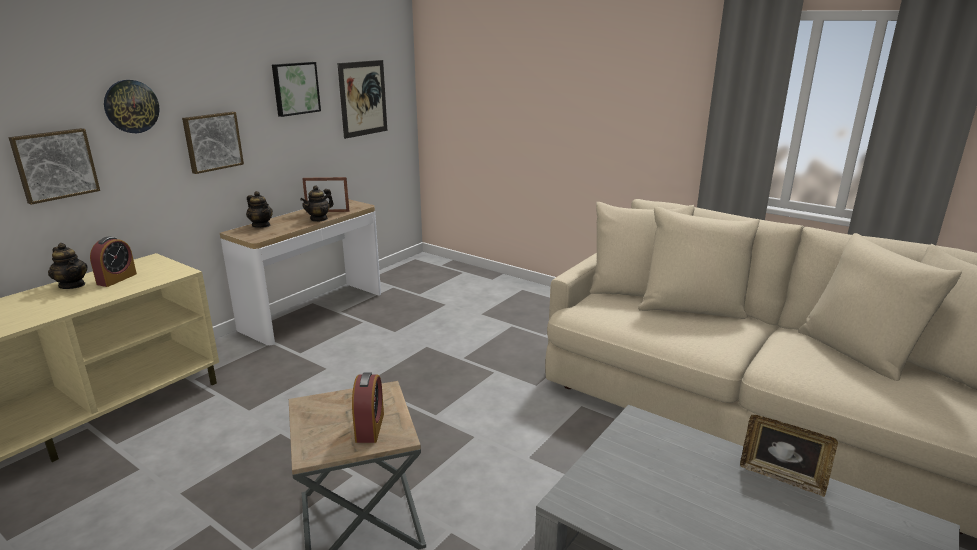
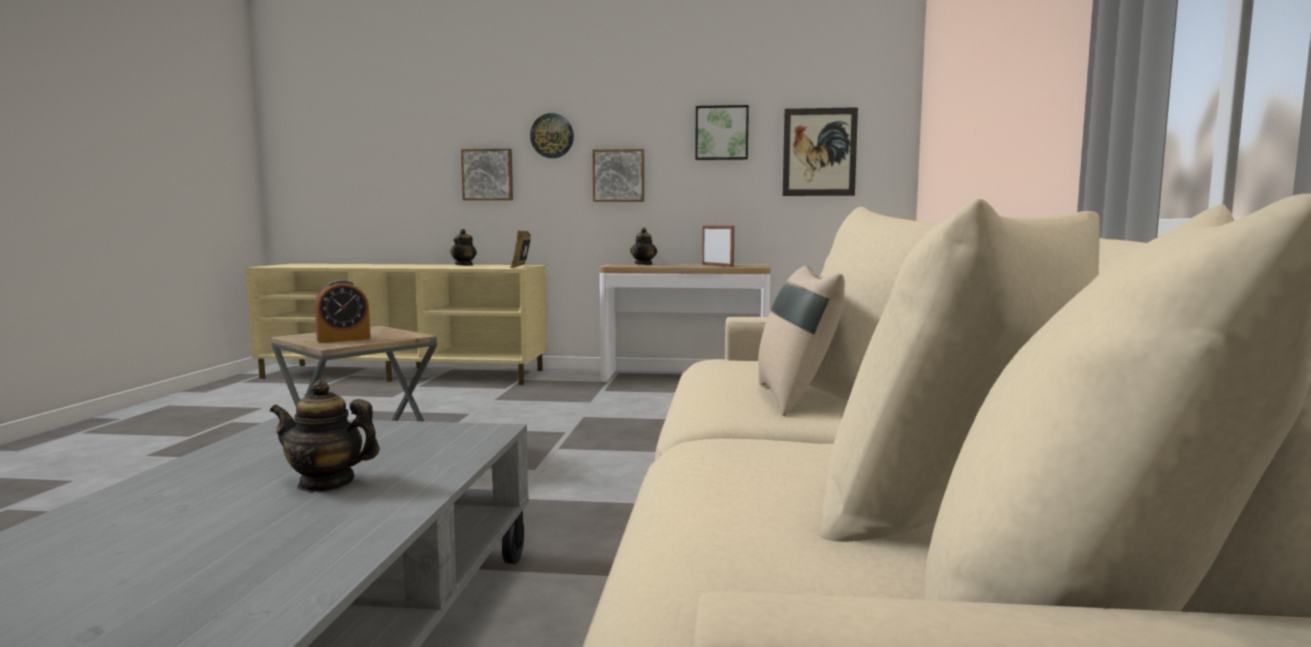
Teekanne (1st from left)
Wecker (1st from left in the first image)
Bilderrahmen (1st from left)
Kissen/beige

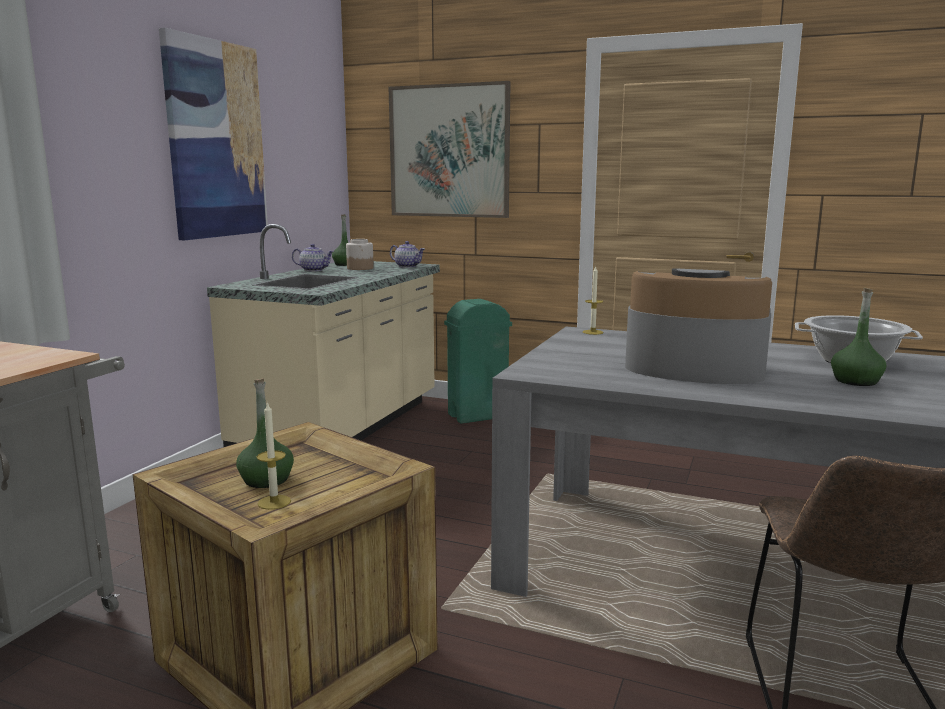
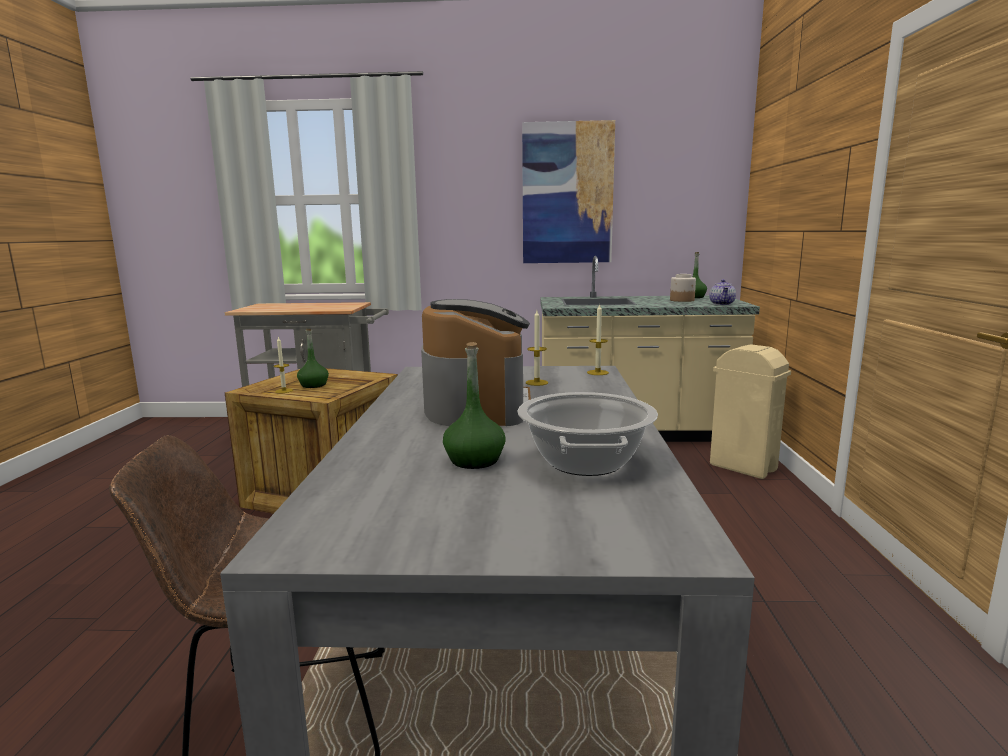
Bild (2nd from left in the first image)
Teekanne (1st from left in the first image)
Mülleimer/beige
Kerze (2nd from left)

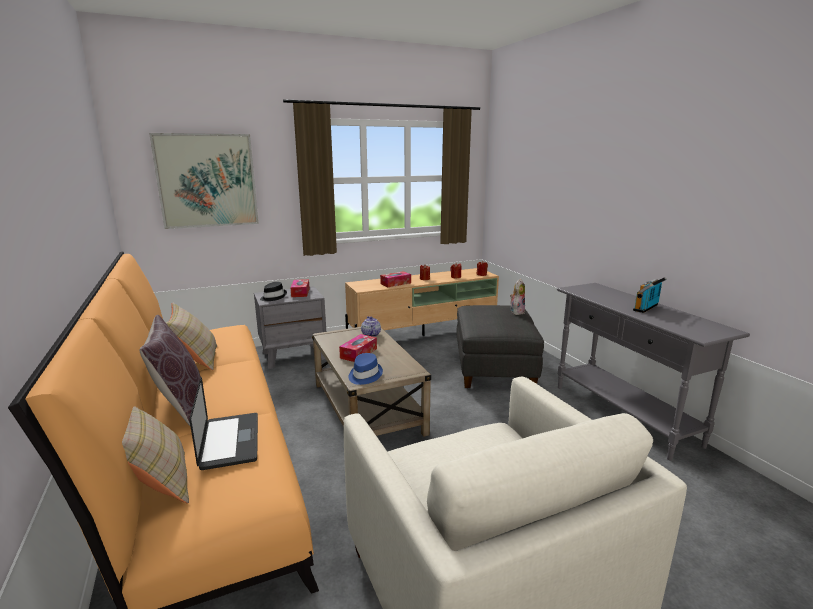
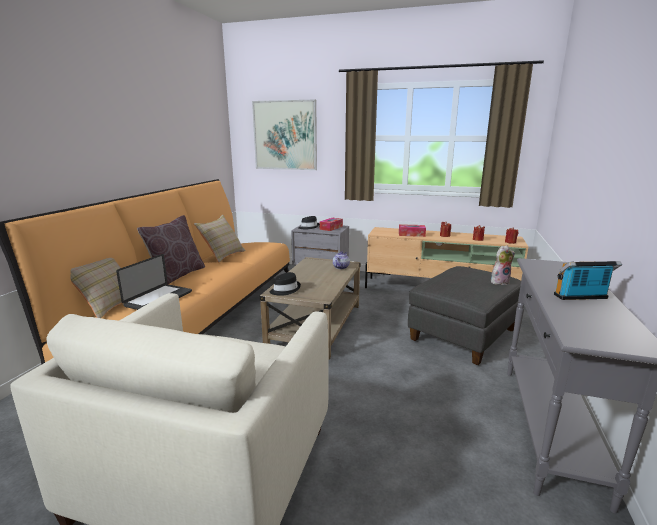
Taschentuchbox (2nd from left in the first image)
Hut/schwarz (1st from left)

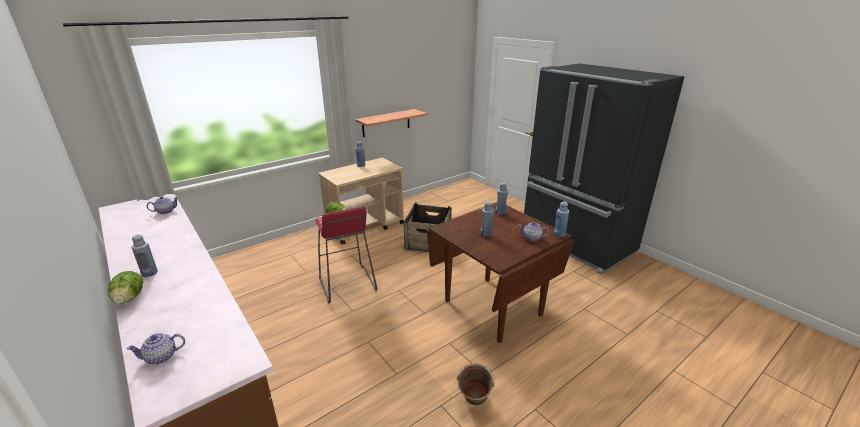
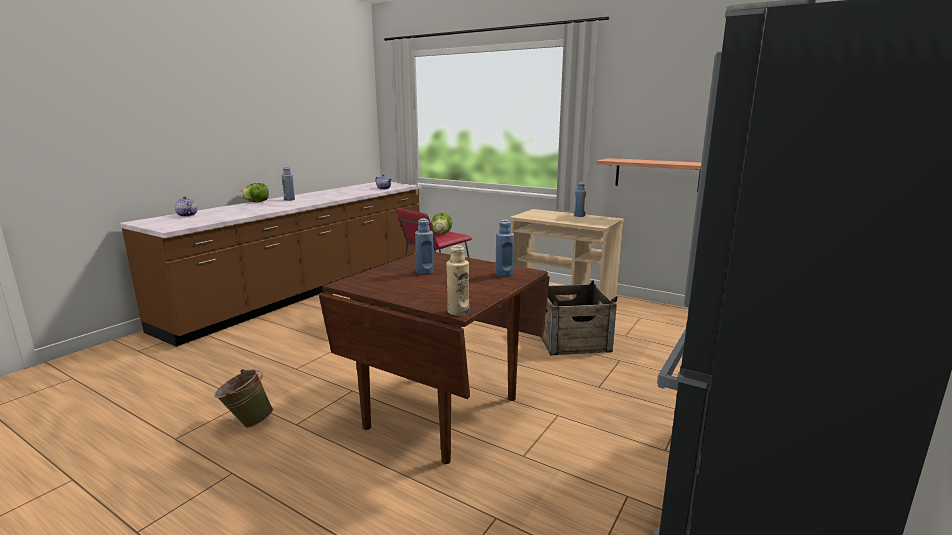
Flasche/beige
Teekanne (3rd from left in the first image)

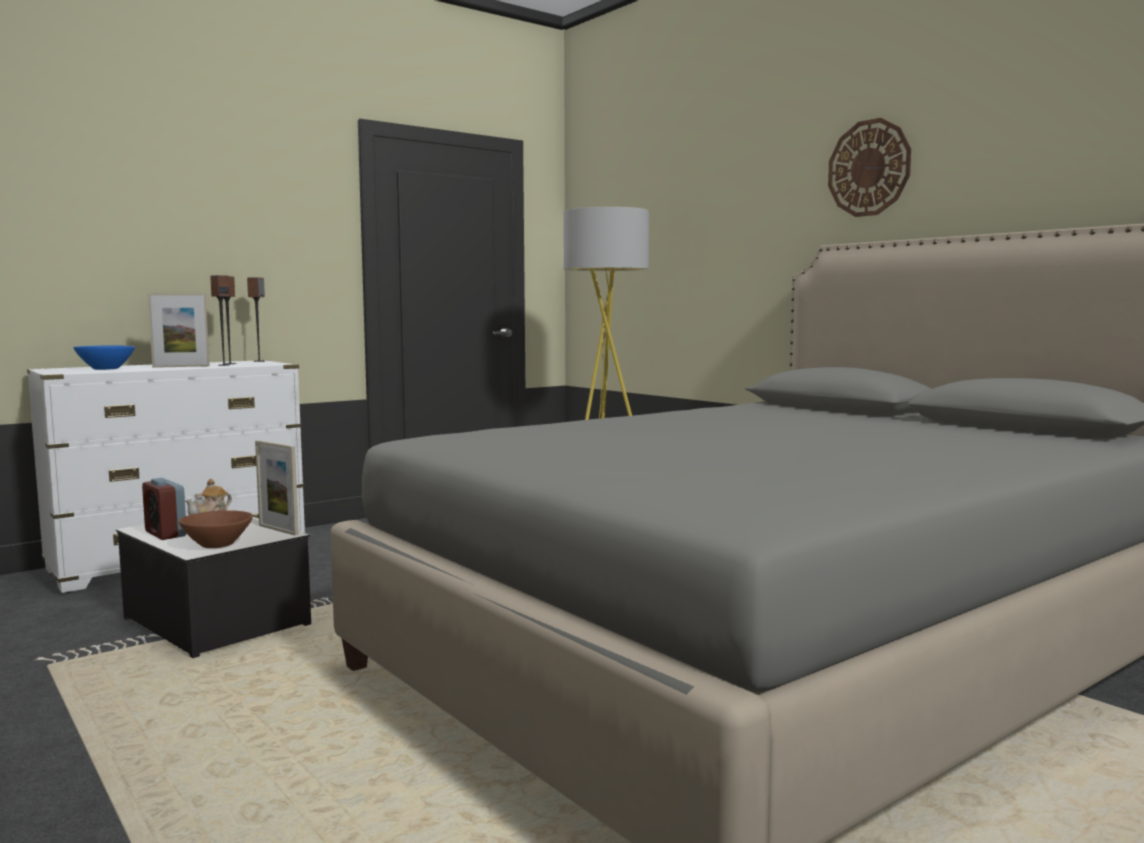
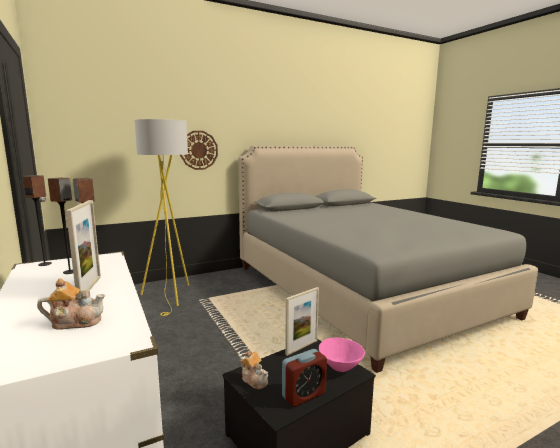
Wanduhr
Teekanne (1st from left)
Schüssel/rosa

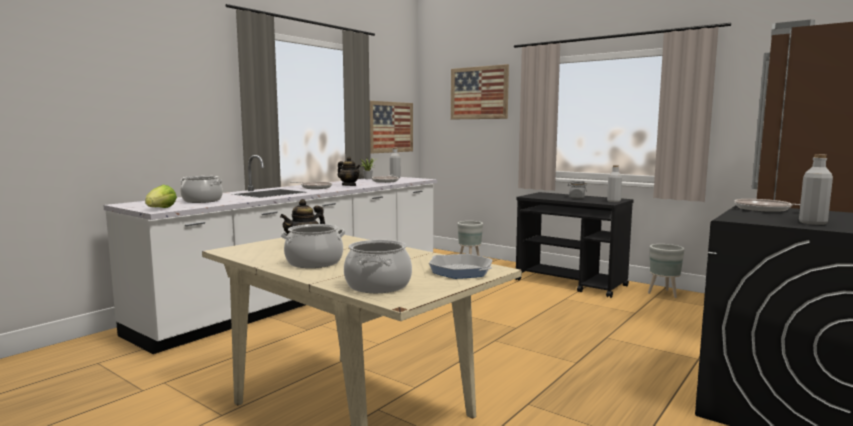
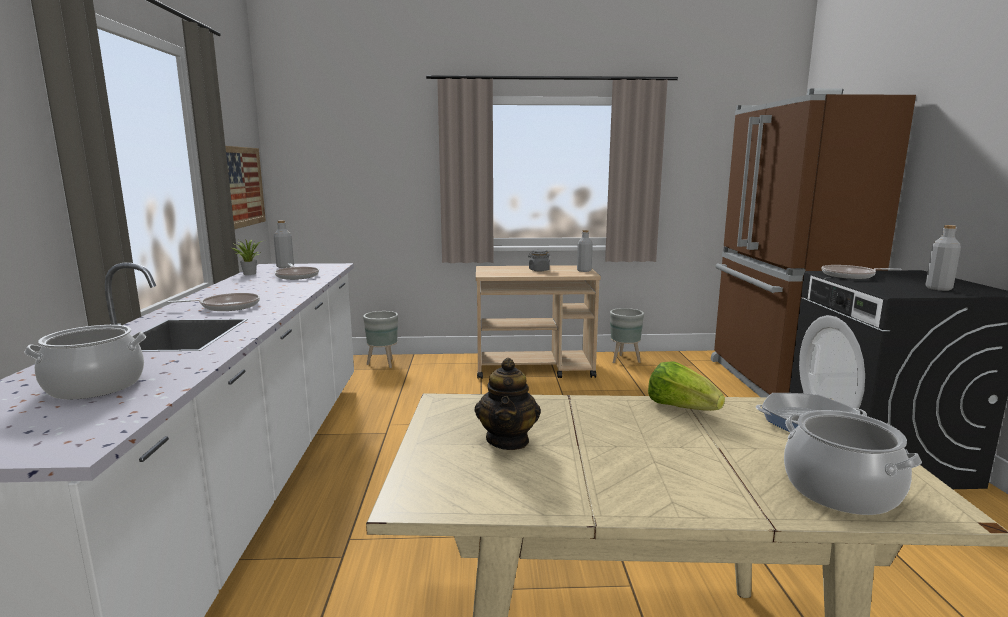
Bild (2nd from left in the first image)
Teekanne (2nd from left in the first image)
Salatkopf
Rollwagen/beige
Kochtopf (2nd from left in the first image)

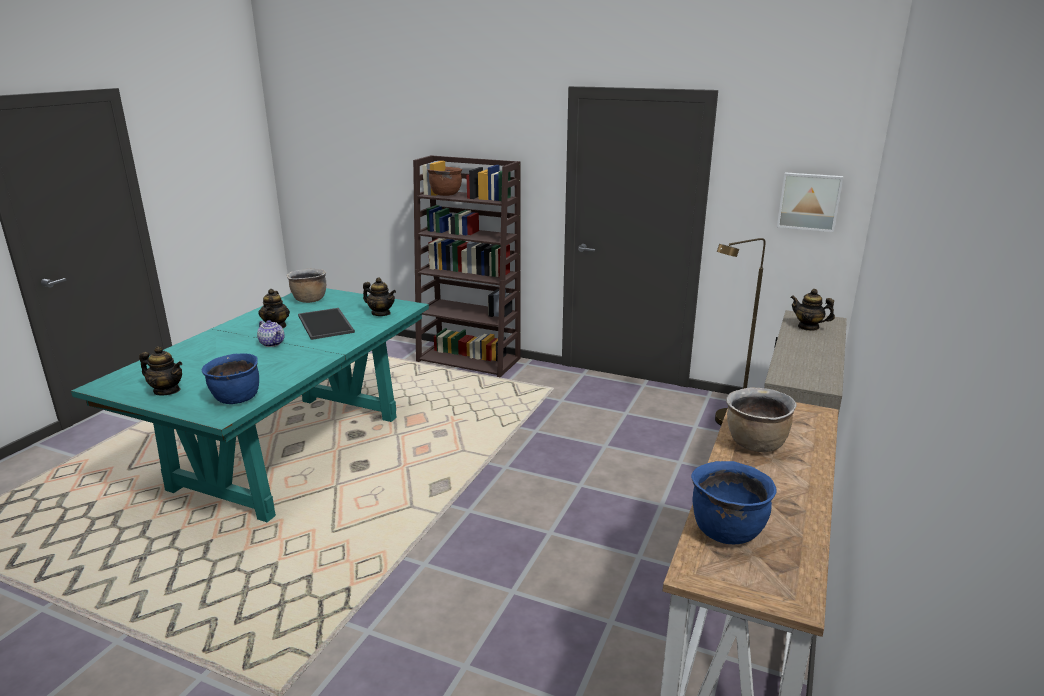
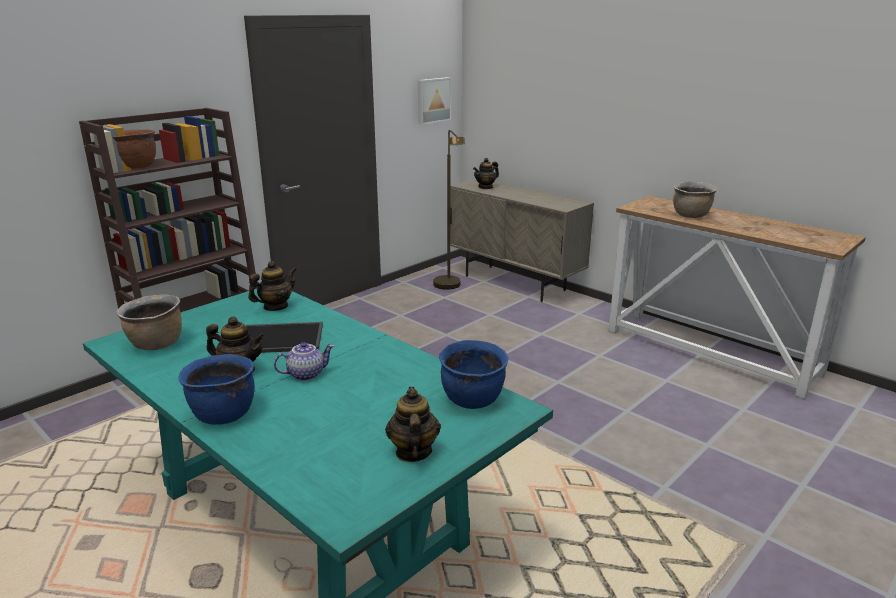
Teekanne (4th from left)
Kochtopf/blau (1st from left)

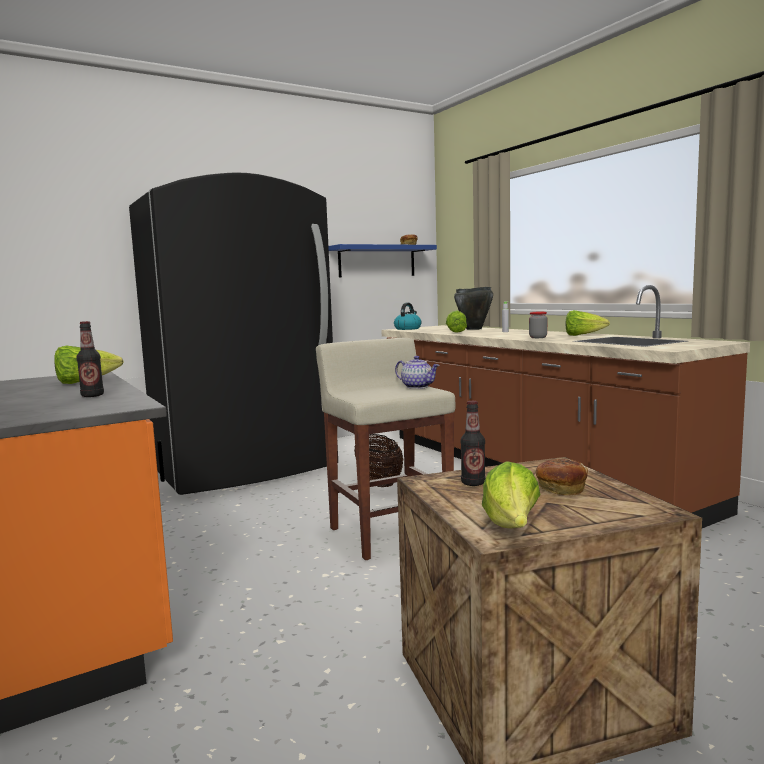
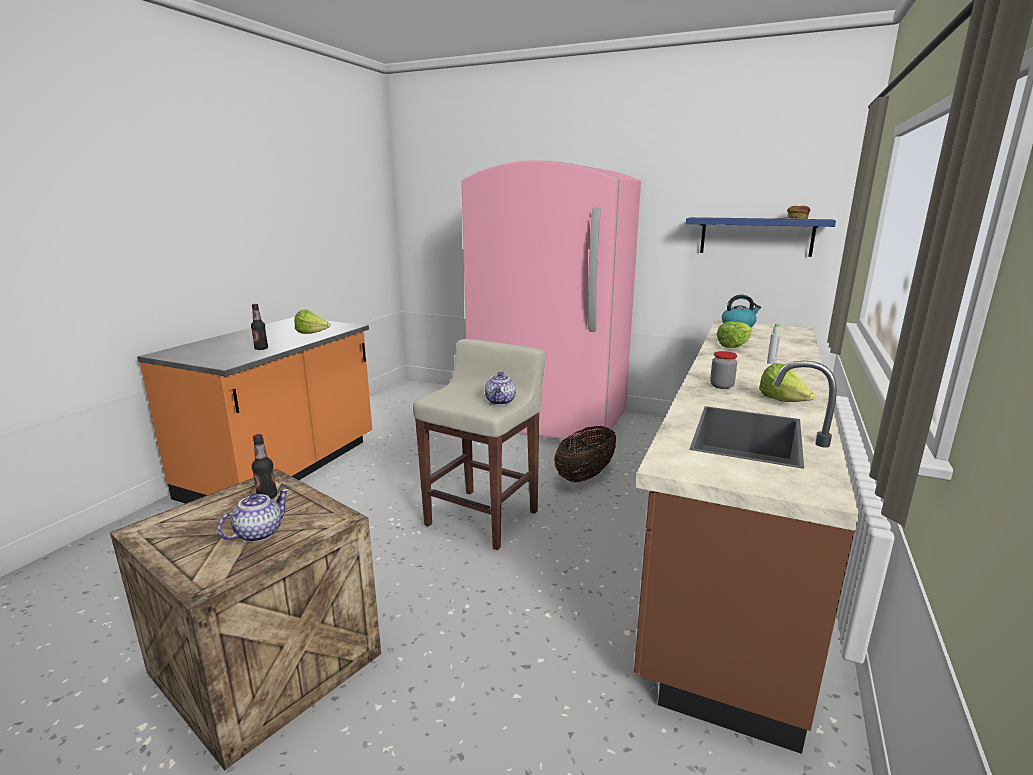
Kühlschrank/rosa
Kochtopf/schwarz
Teekanne (1st from left)
Salatkopf (3rd from left in the first image)

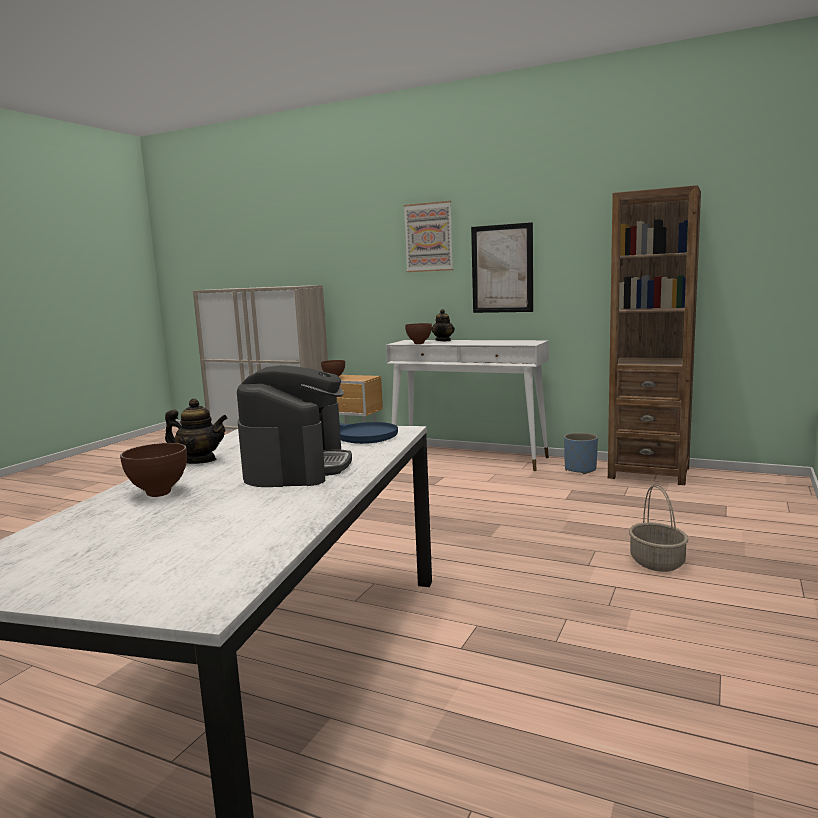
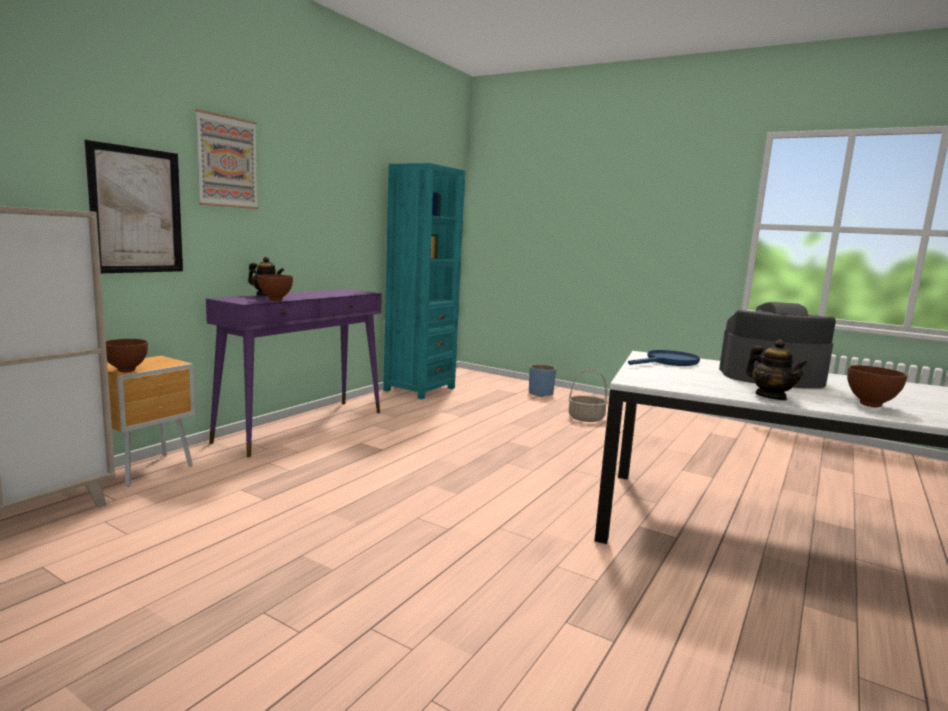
Bücherregal/türkis
Bild (1st from left)
Konsolentisch/lila
Teekanne (2nd from left)
Pflanzkübel/blau

